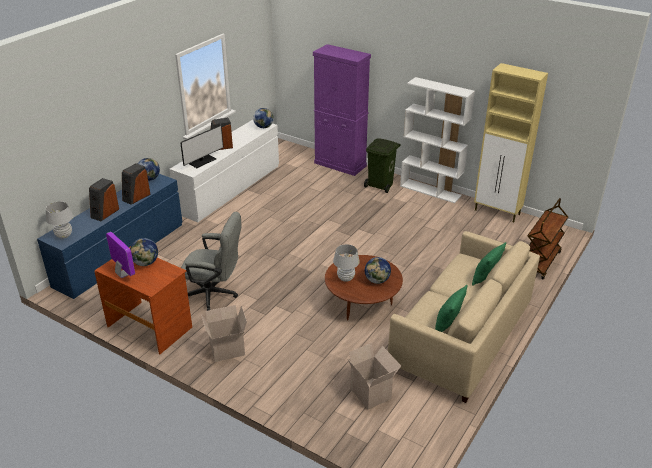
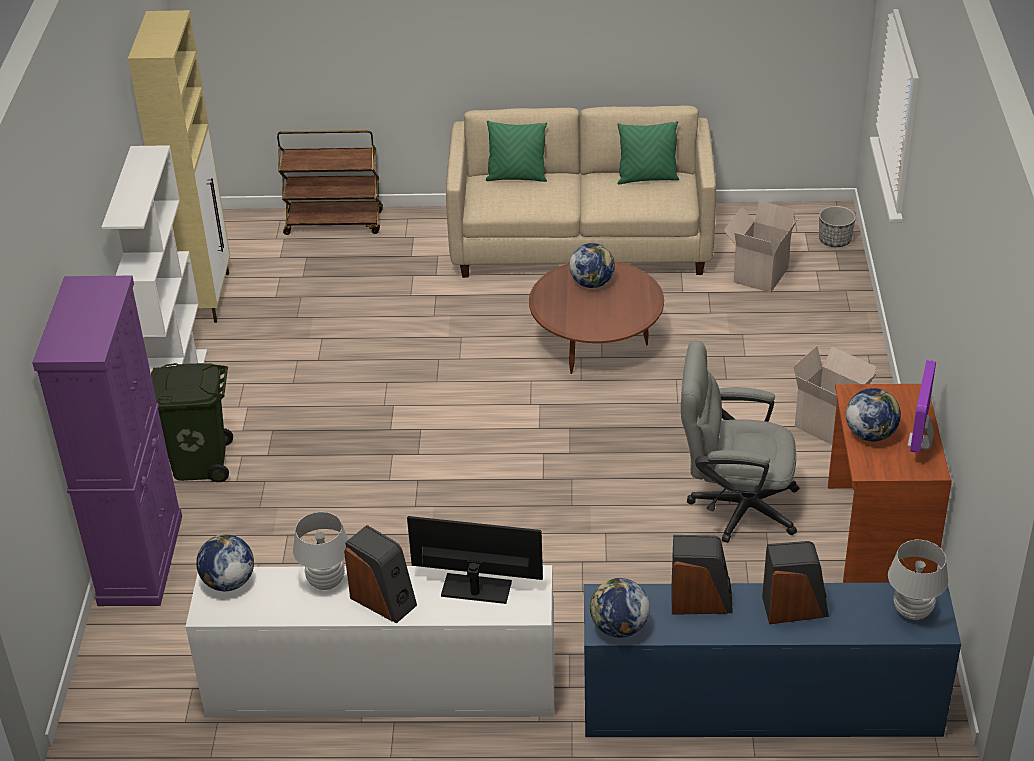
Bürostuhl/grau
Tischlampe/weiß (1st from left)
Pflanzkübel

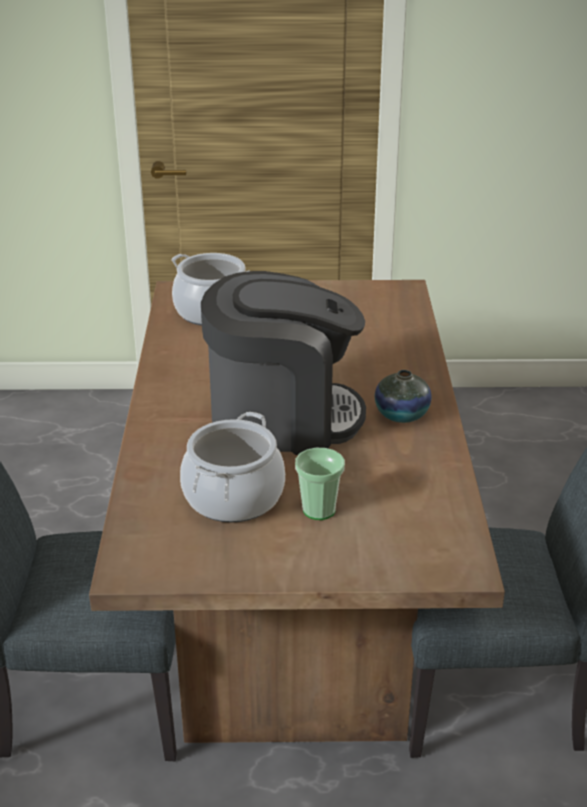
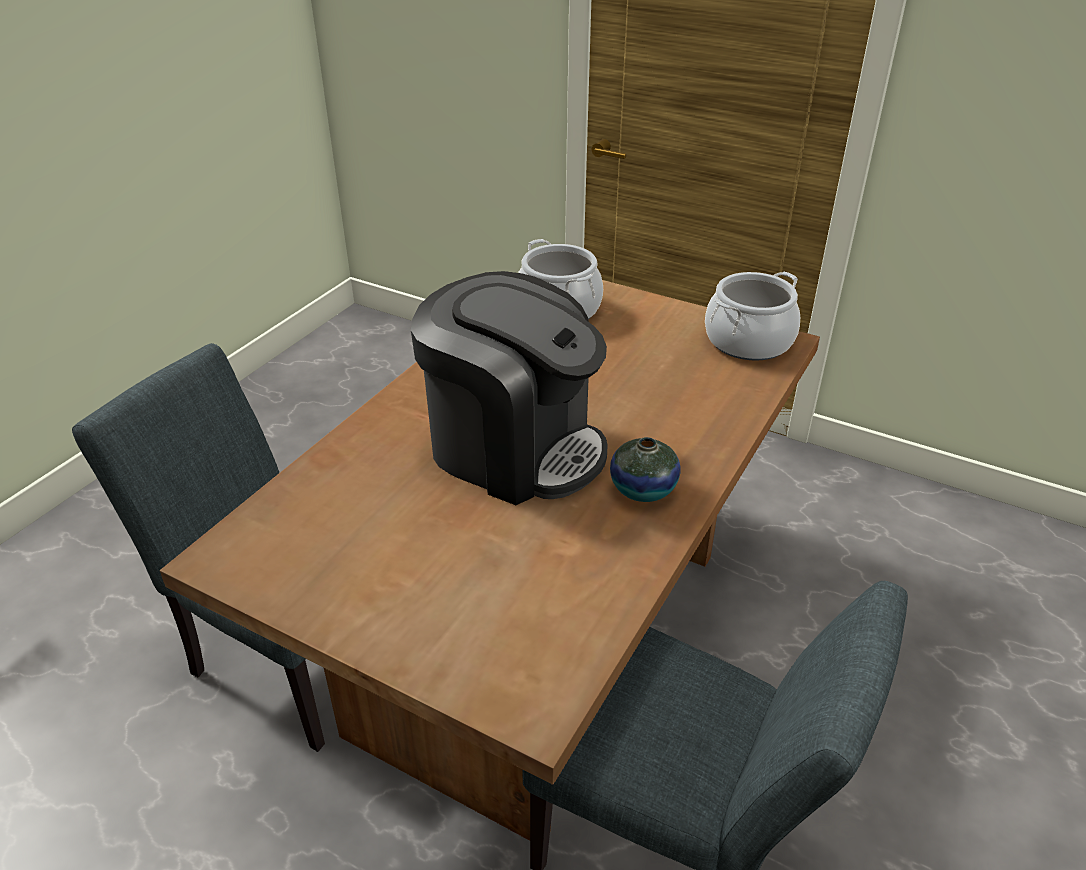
Kochtopf (2nd from left)
Tasse

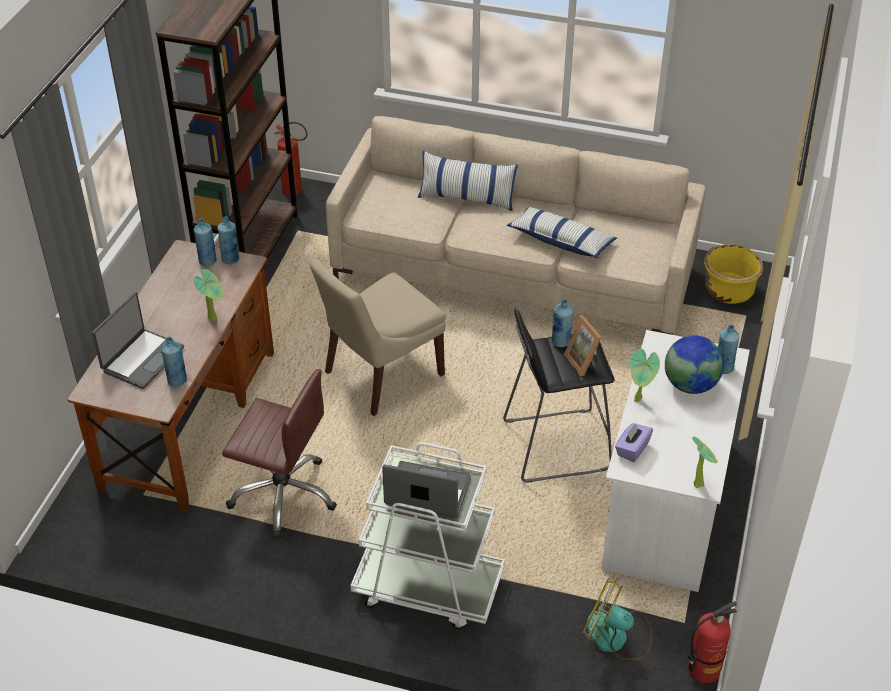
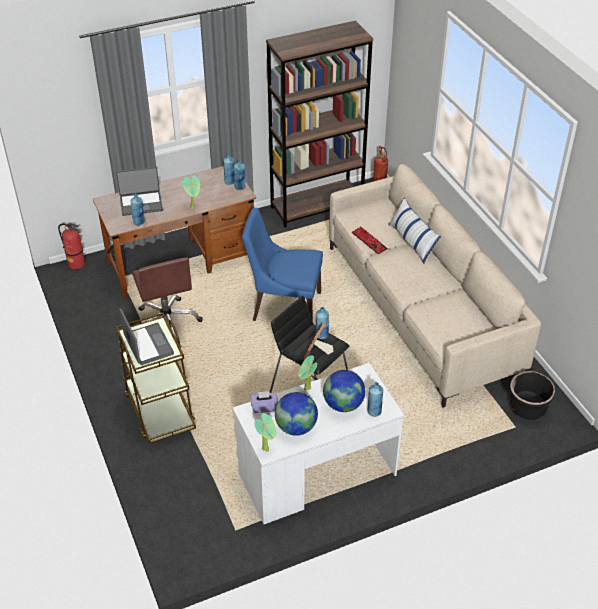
Kissen (2nd from left in the first image)
Pflanzkübel/schwarz
Stuhl/blau
Rollwagen/braun
Ventilator
Feuerlöscher (1st from left)
Tastatur
Globus (1st from left)

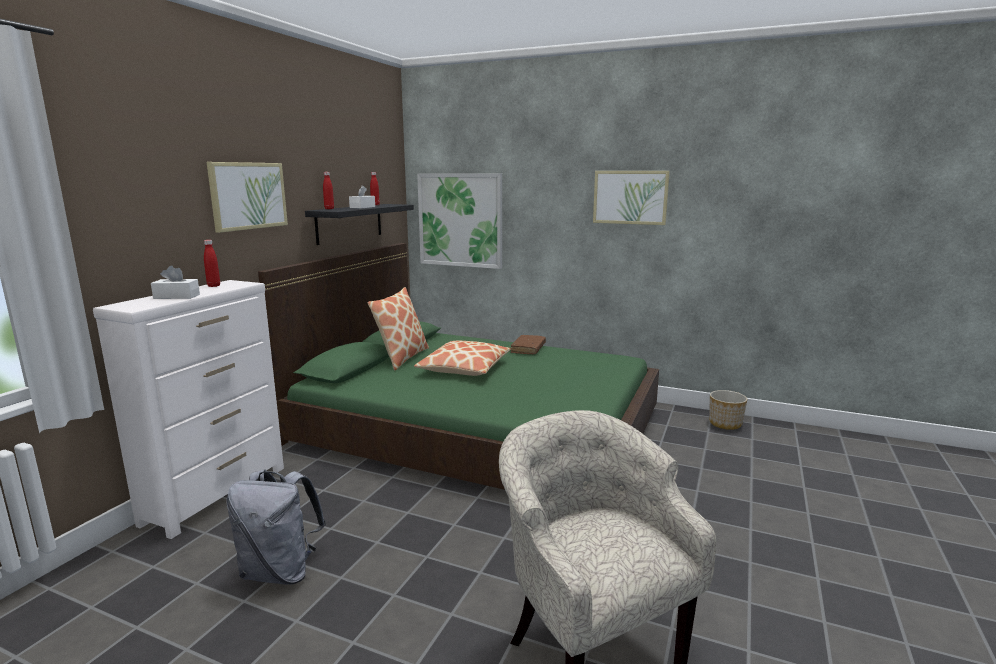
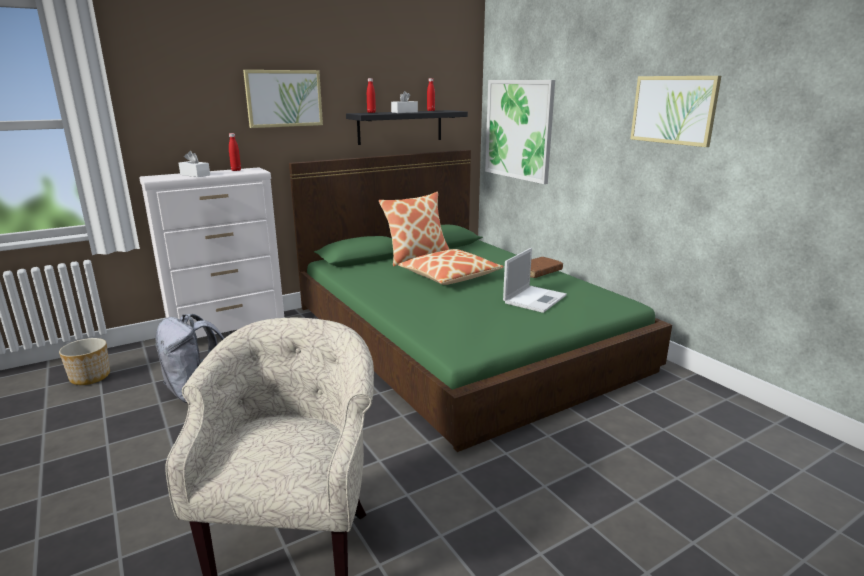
Pflanzkübel
Laptop

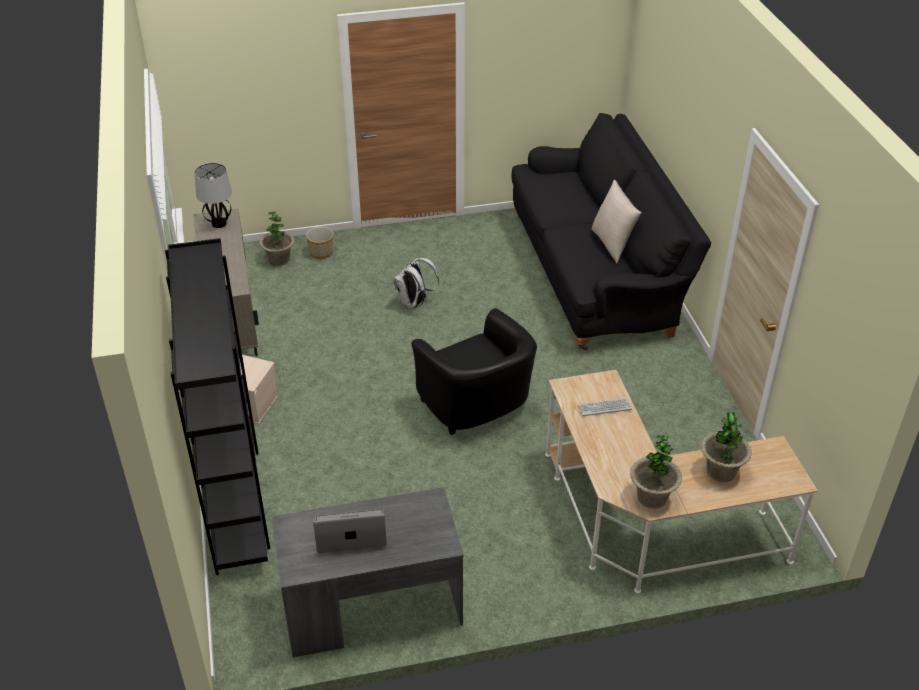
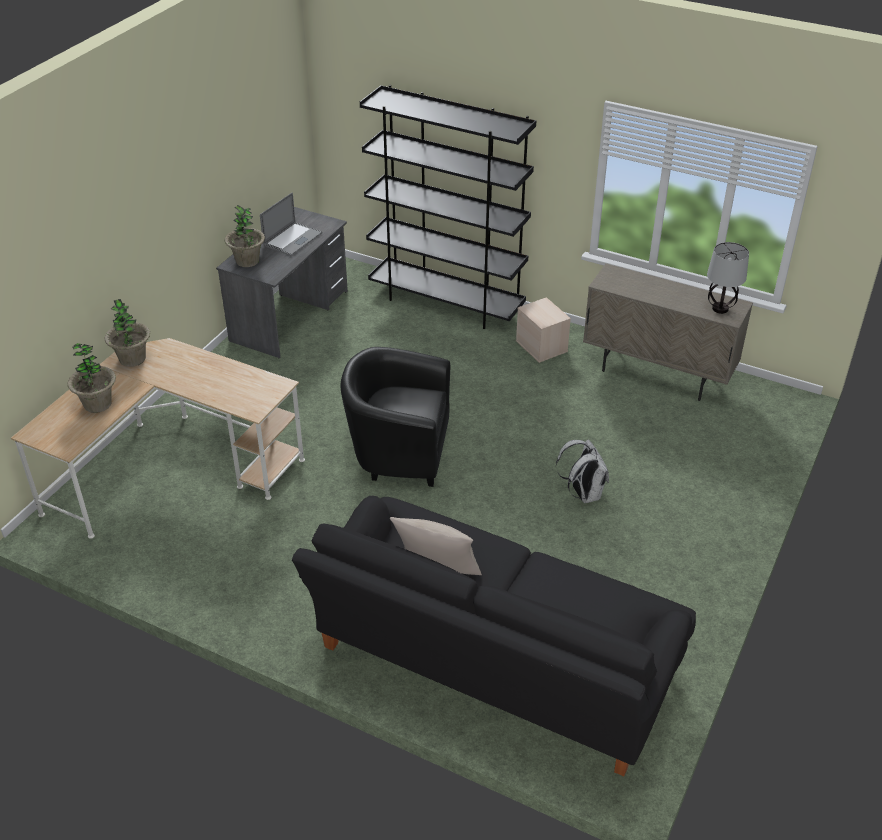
Topfpflanze (3rd from left)
Pflanzkübel
Tastatur

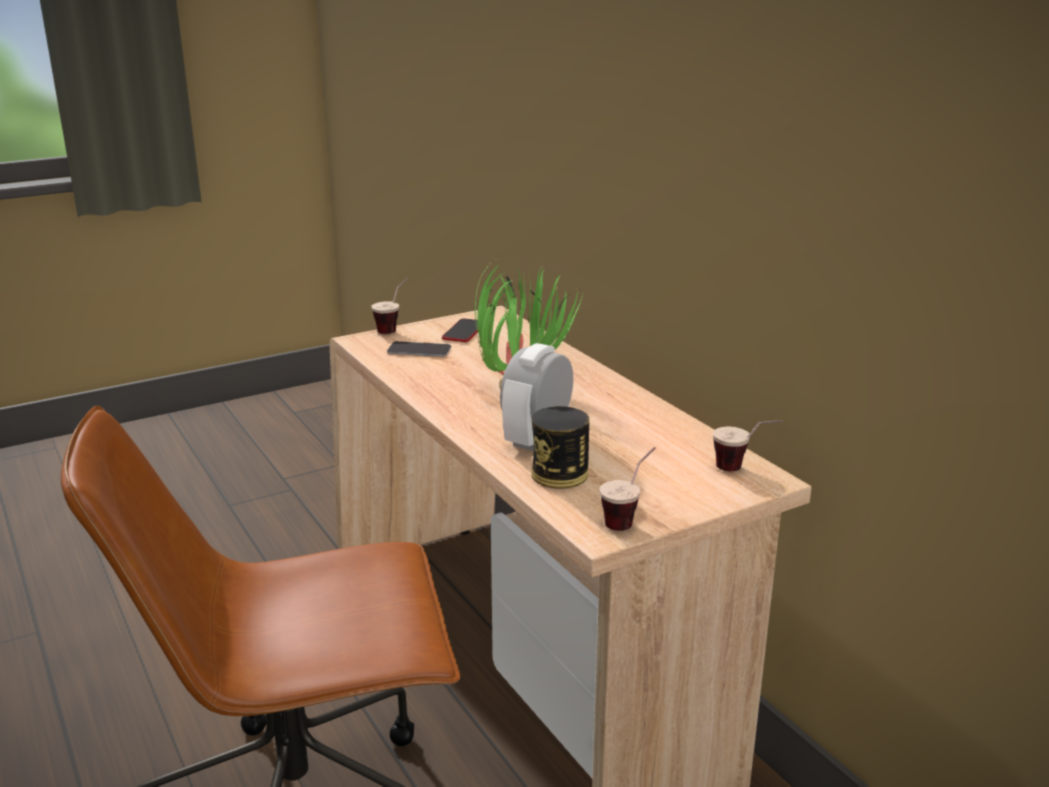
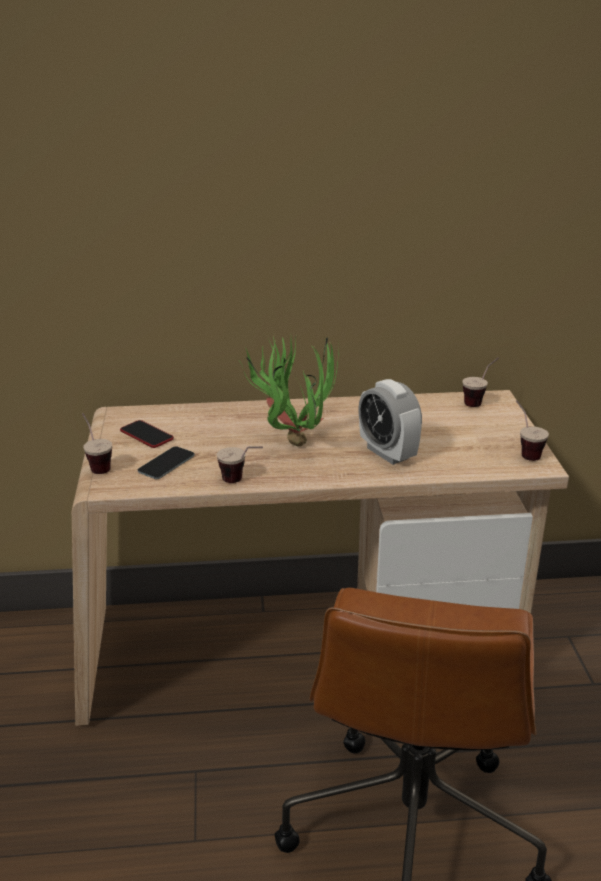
Dose
Tasse (2nd from left)

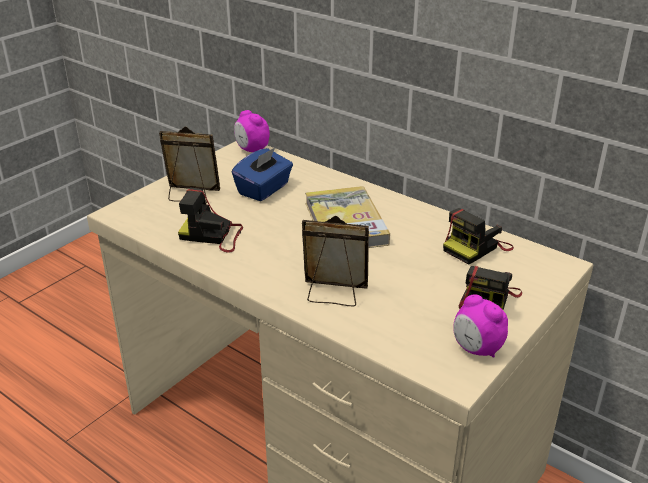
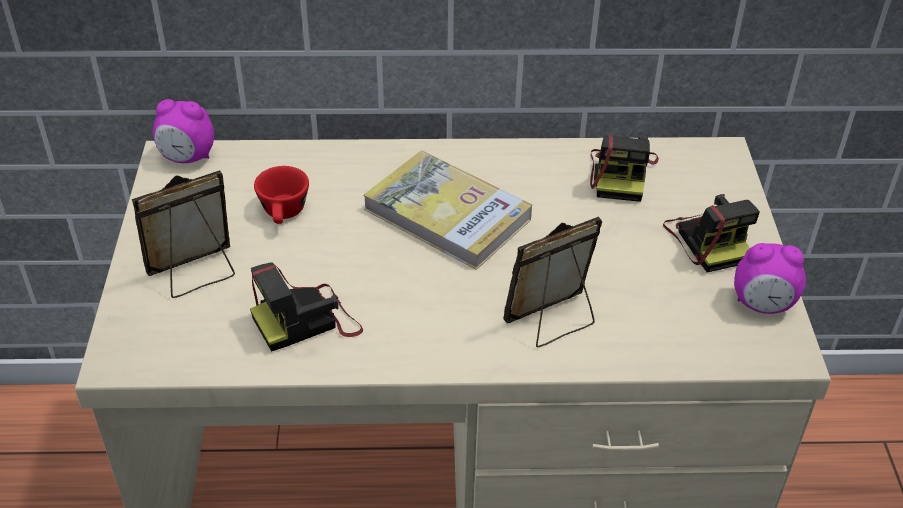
Tasse/rot

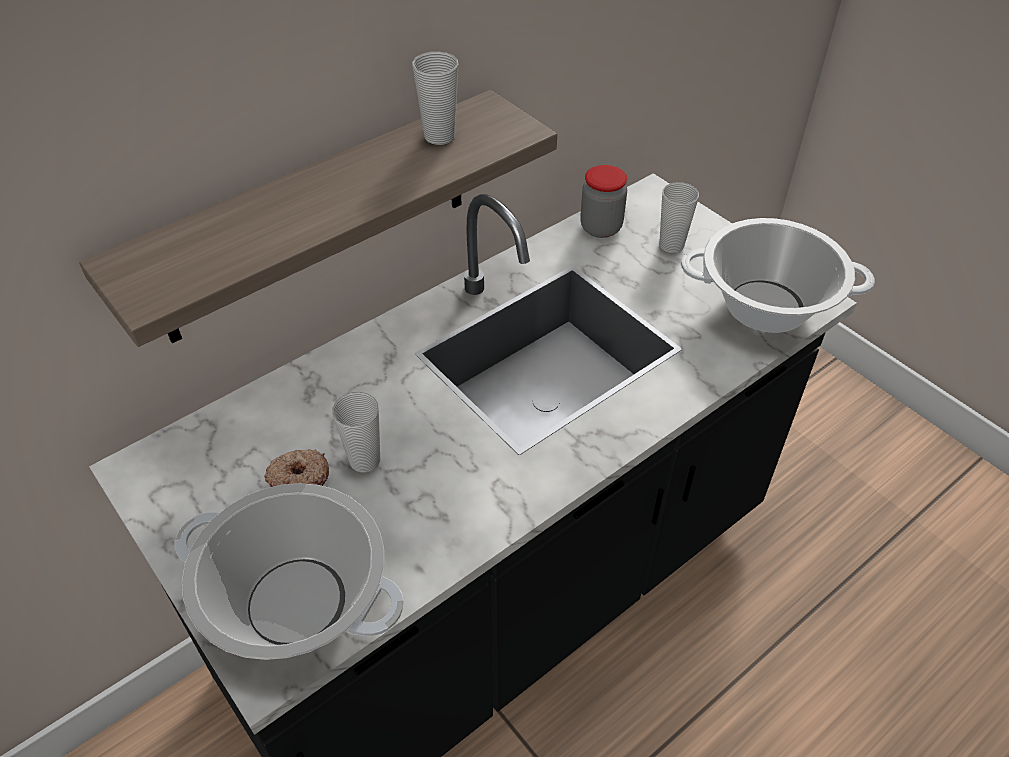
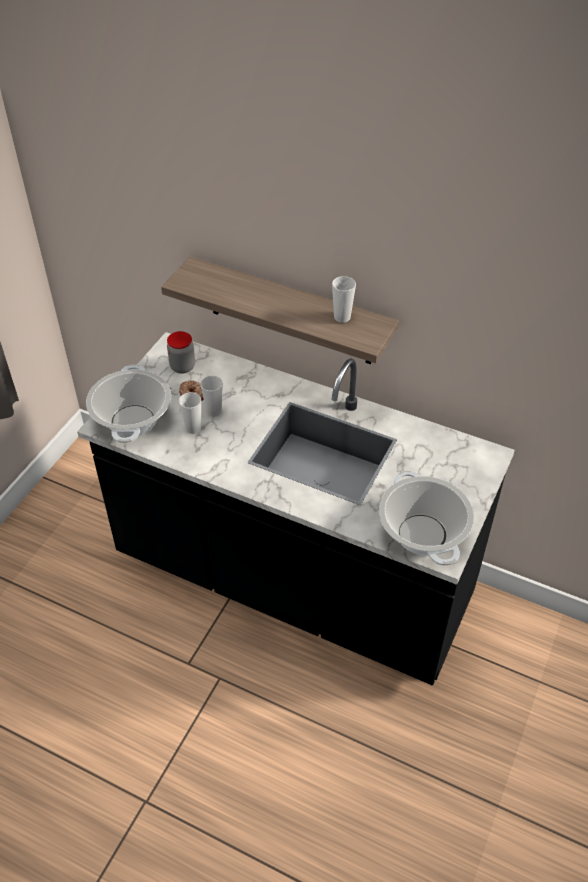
Vorratsglas
Tasse (1st from left)

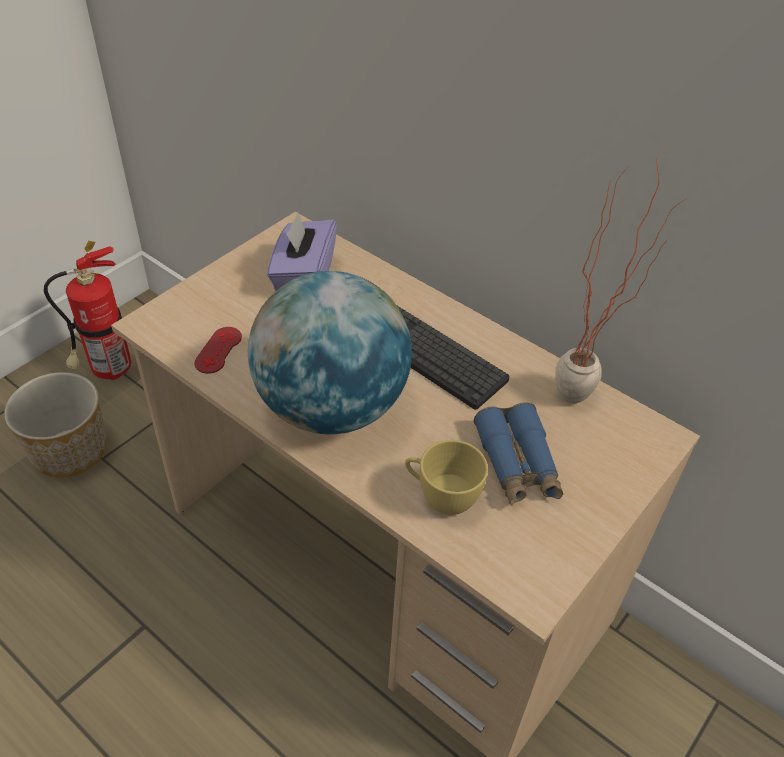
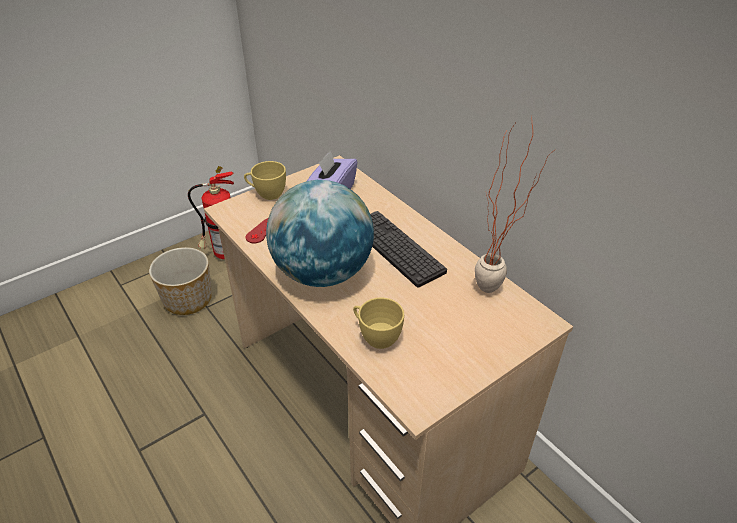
Fernglas/blau
Tasse/gelb (1st from left)

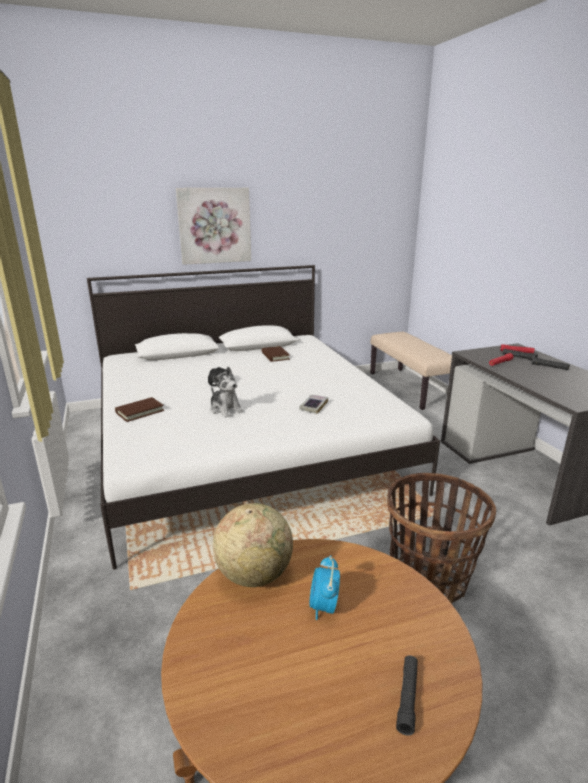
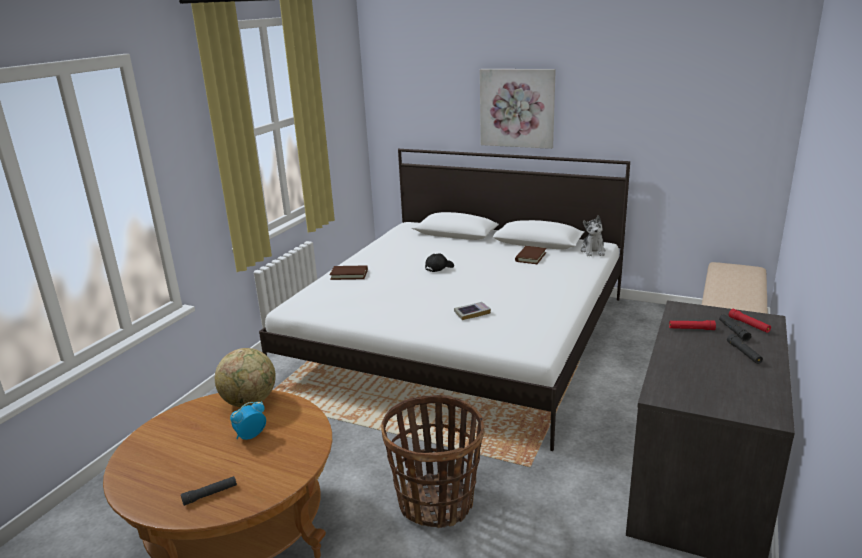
Plüschtier

